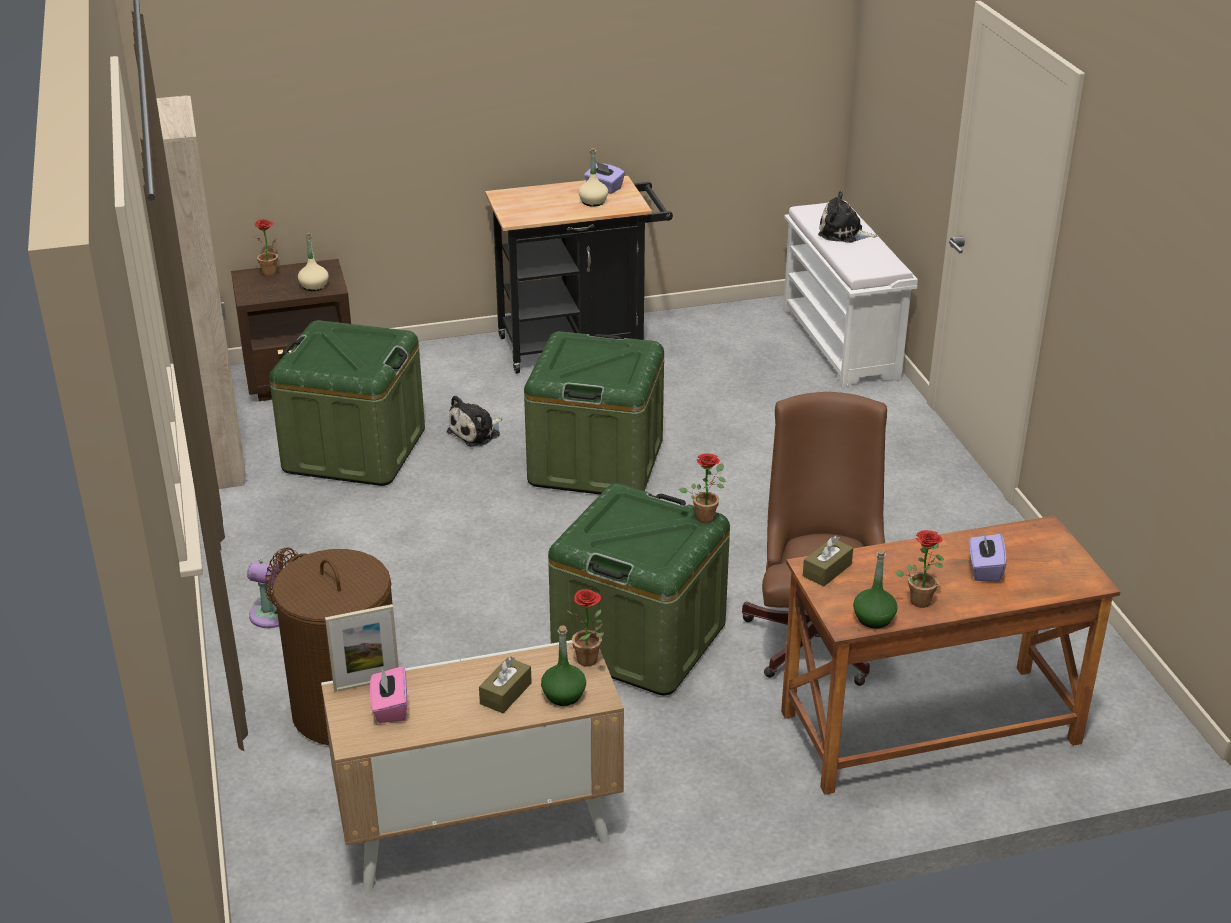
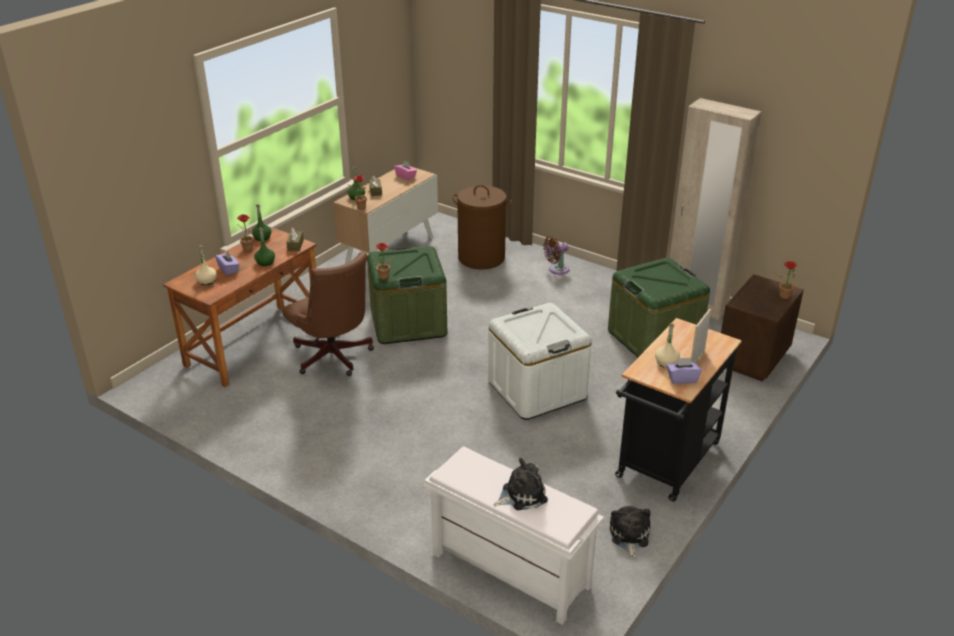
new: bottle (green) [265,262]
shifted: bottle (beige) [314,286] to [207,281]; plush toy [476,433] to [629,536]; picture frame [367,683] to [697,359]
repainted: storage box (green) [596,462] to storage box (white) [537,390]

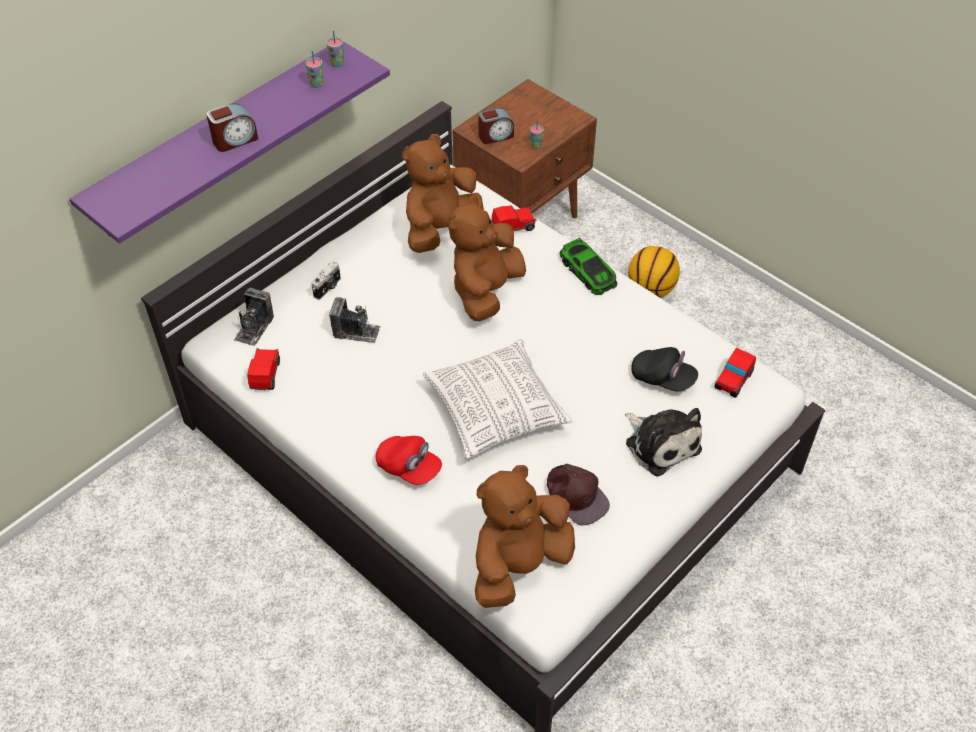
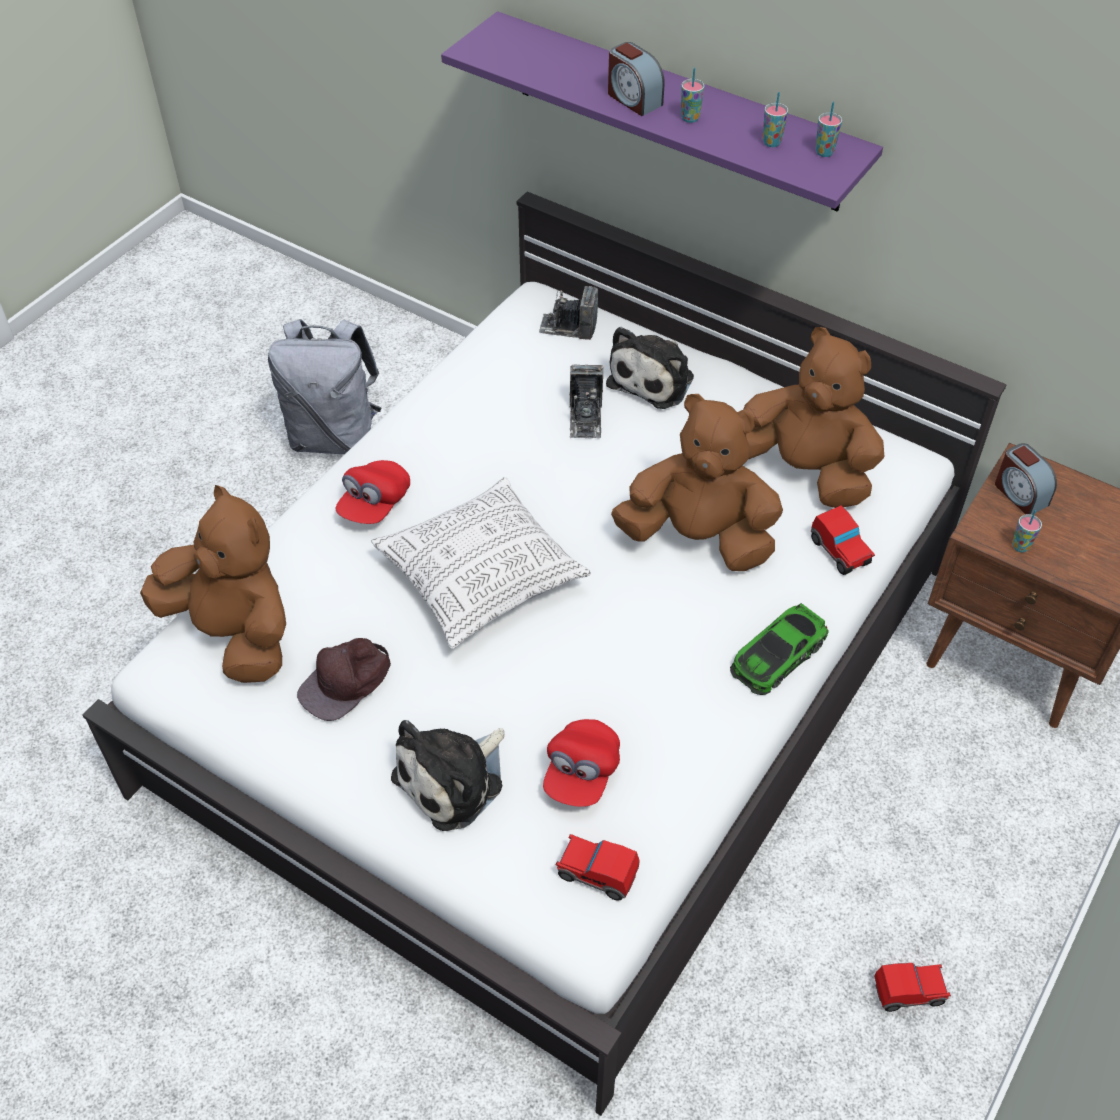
gone: basketball [651,289]
new: backpack (grey) [335,436]; cup [690,118]
shifted: toy car [265,375] to [909,992]
swapped: photo camera [328,288] to plush toy [654,378]
repainted: cap (black) [662,378] to cap (red) [581,773]

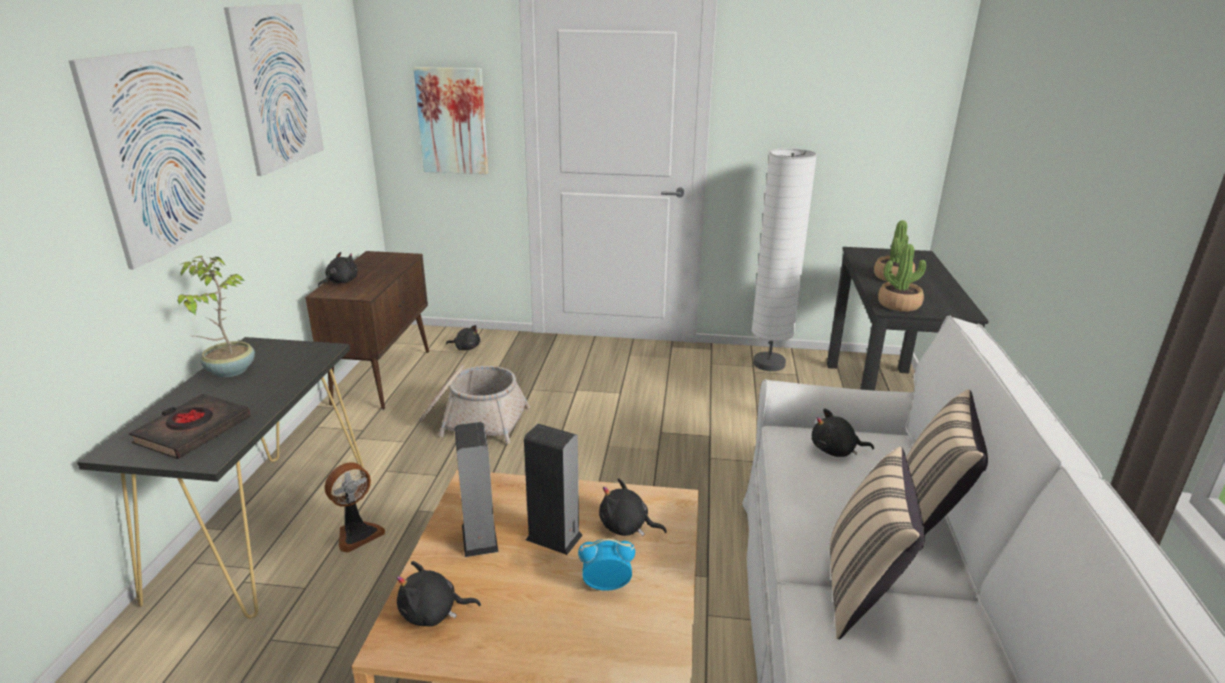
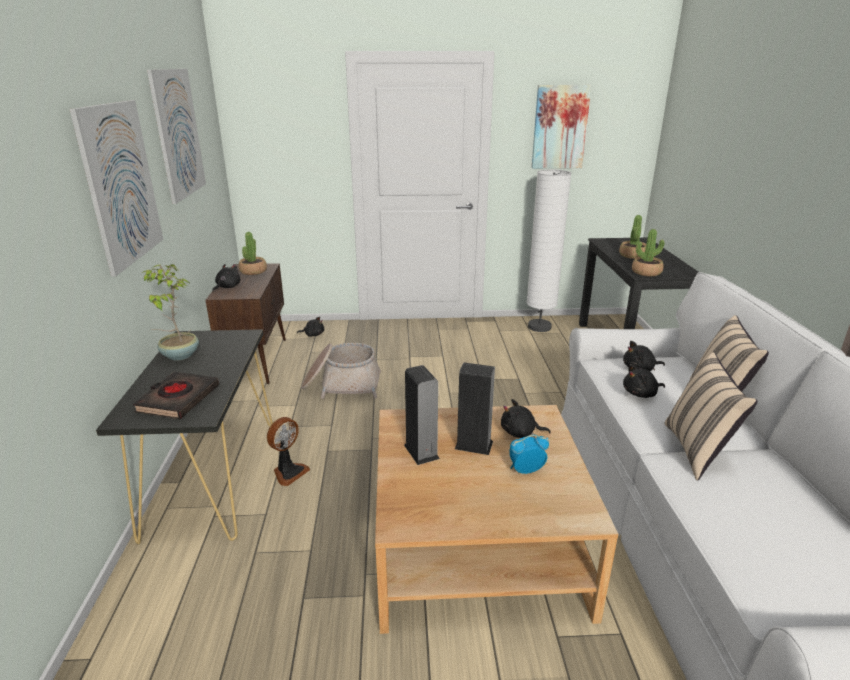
new: potted plant [253,271]
shifted: picture [452,121] to [559,127]; plush toy (black) [433,613] to [641,394]

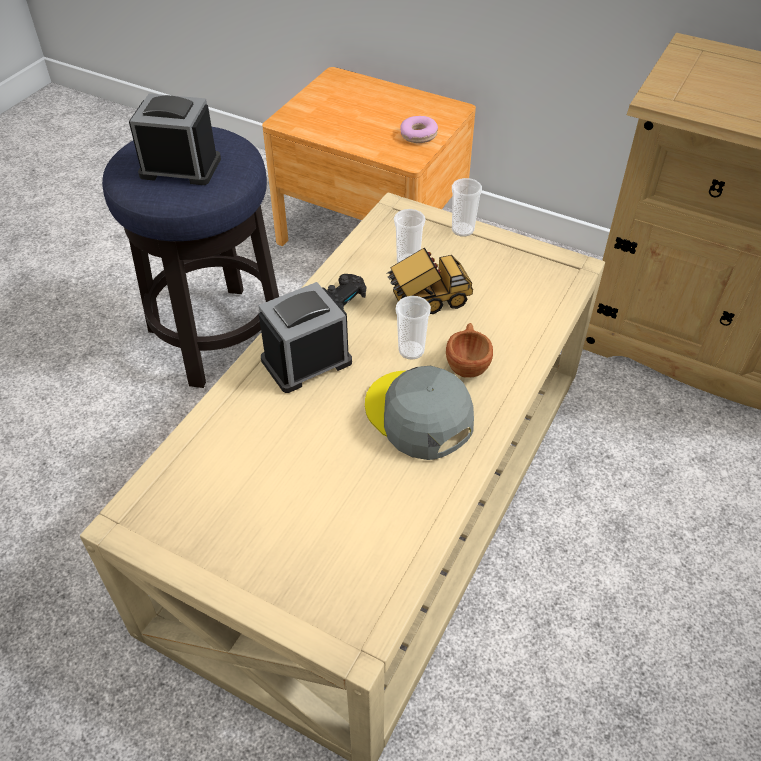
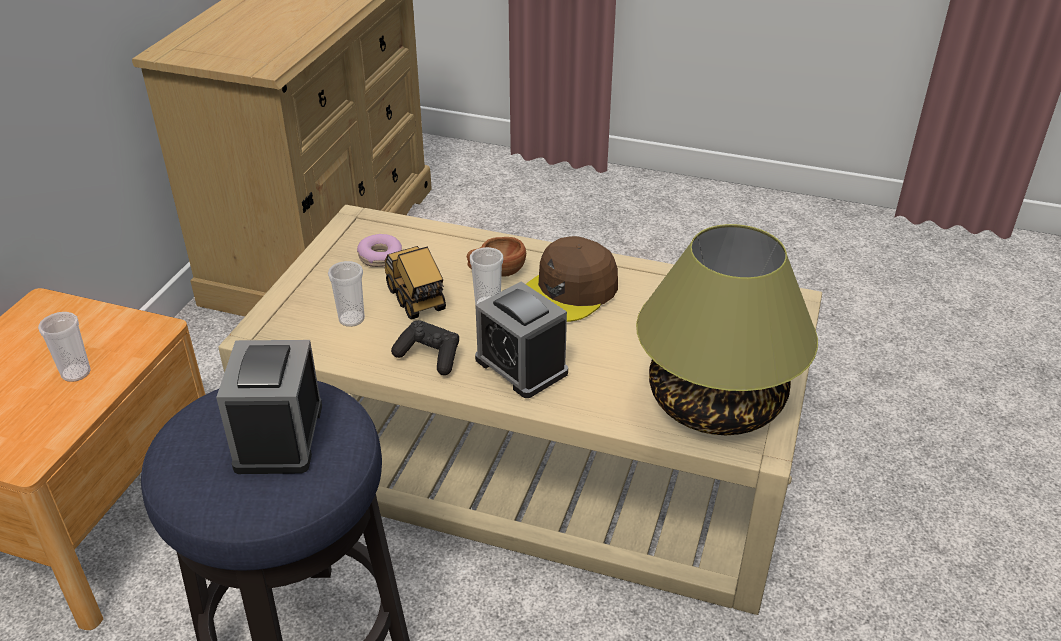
new: table lamp [715,402]
shifted: cup [462,230] to [76,373]; donut [418,135] to [380,257]
repainted: cap (grey) [418,415] to cap (brown) [570,291]

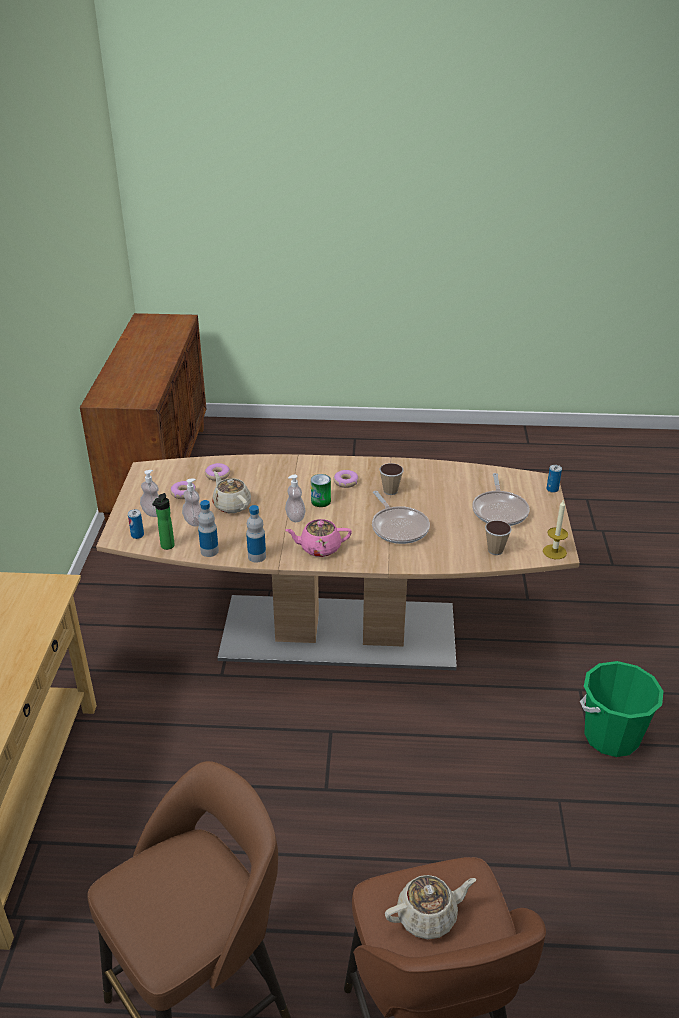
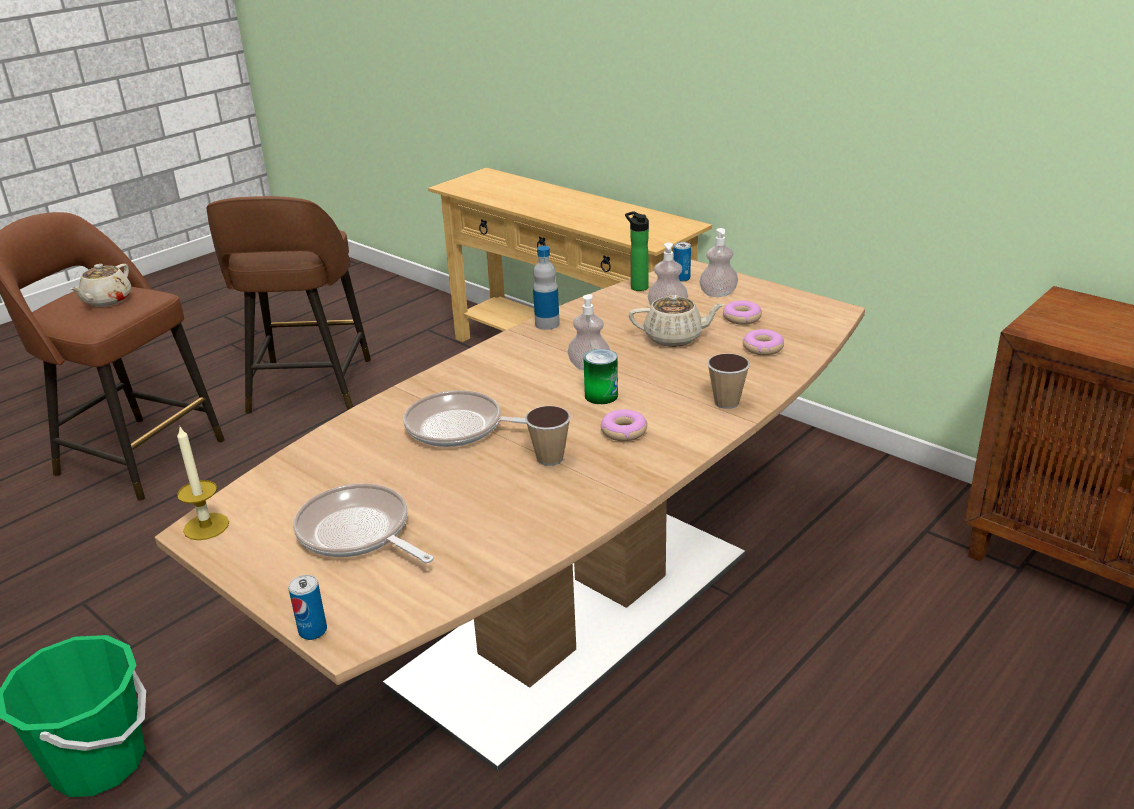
gone: bottle [209,551]; teapot (pink) [319,548]
shifted: cup [495,550] to [726,402]

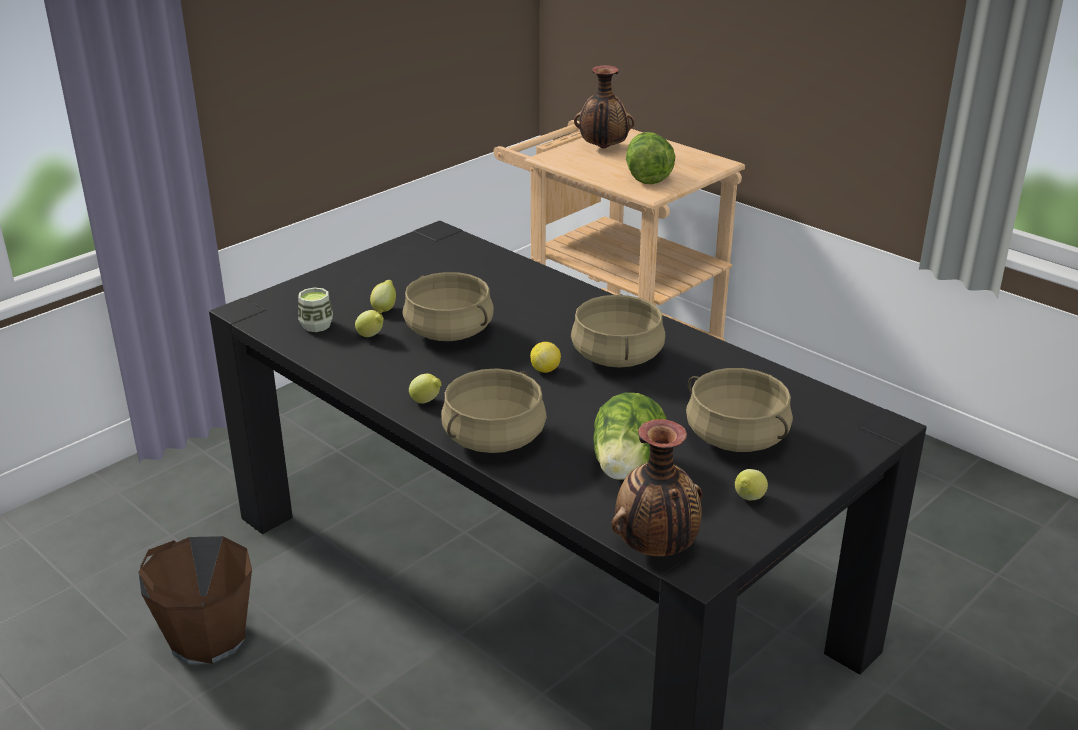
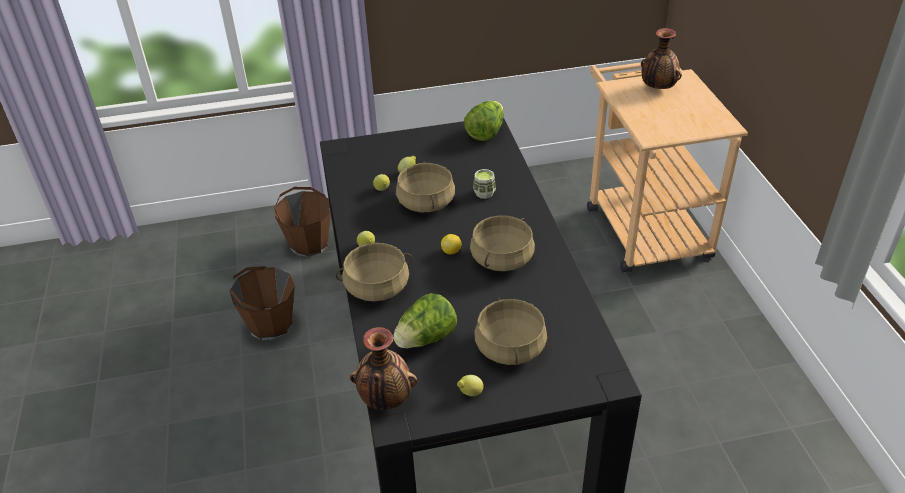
new: bucket (brown) [309,243]
shifted: lettuce [646,176] to [486,133]; cup [316,325] to [484,193]

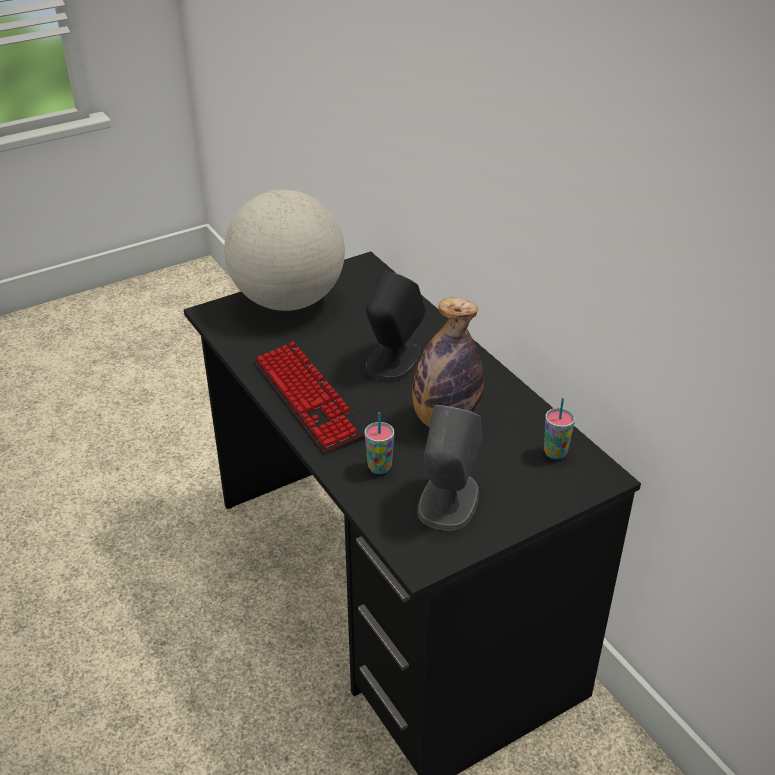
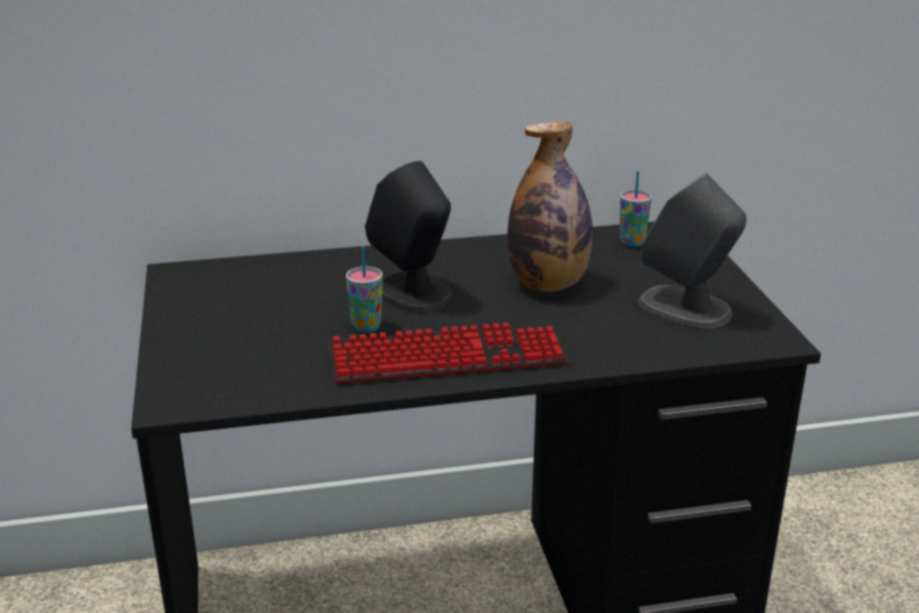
gone: globe [288,301]
shifted: cup [379,467] to [366,327]

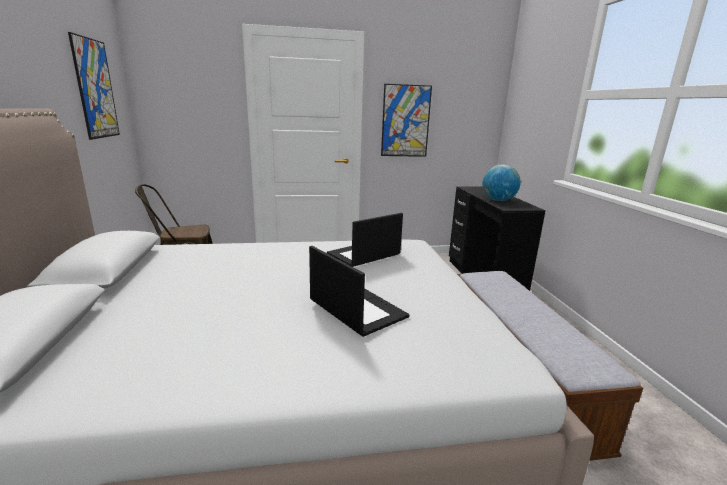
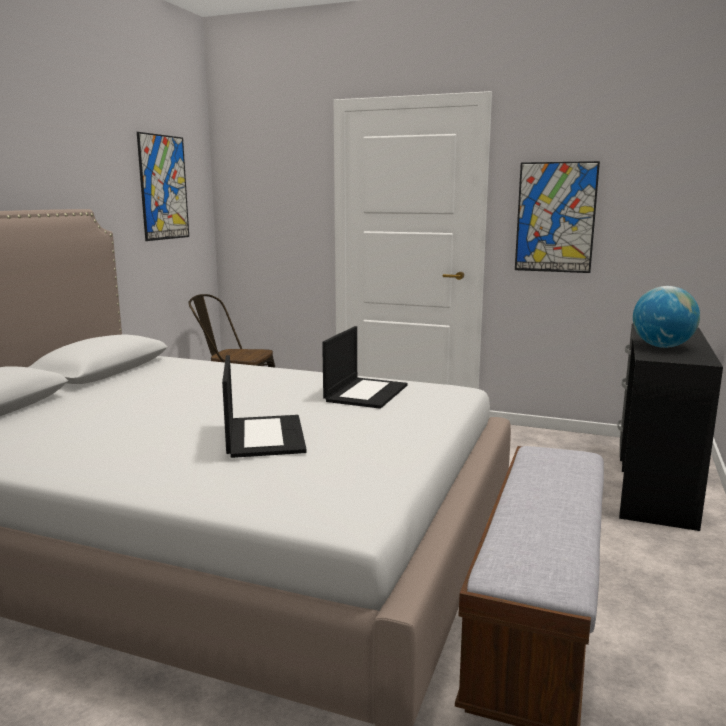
rotated: laptop [363,254] = [366,393] 120 degrees clockwise

